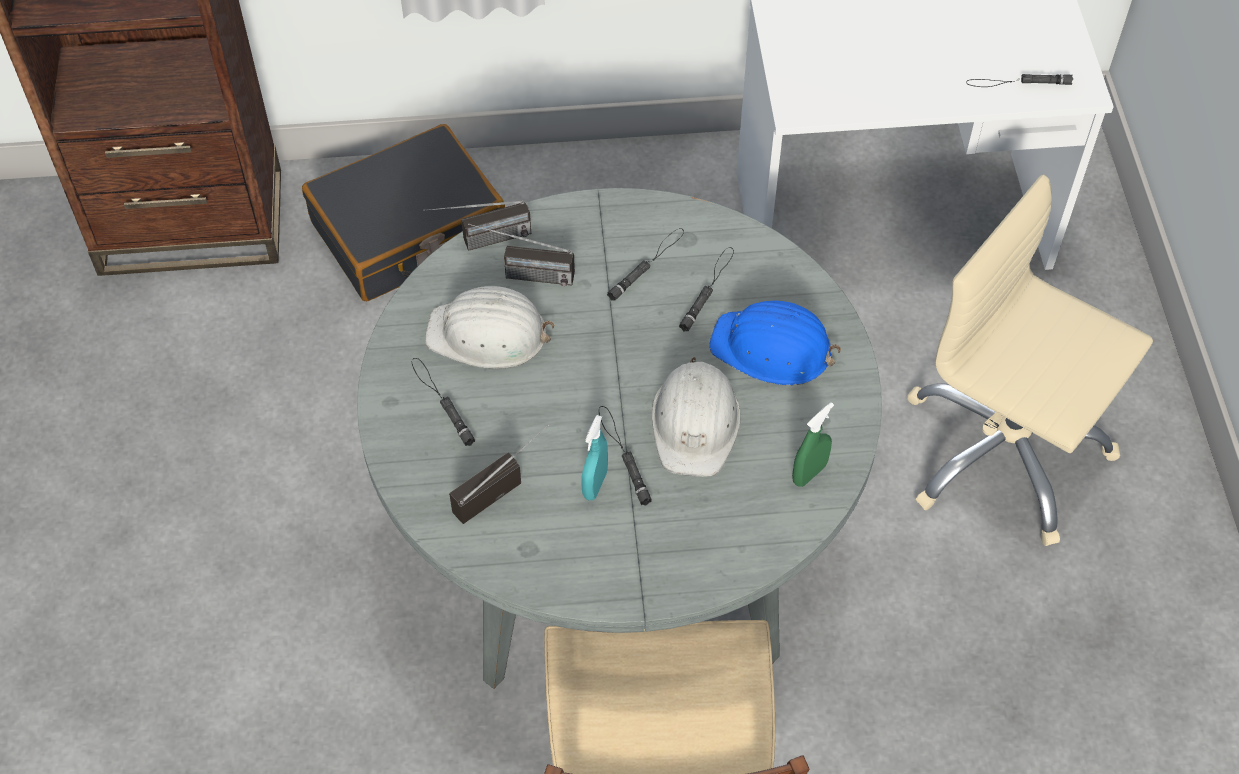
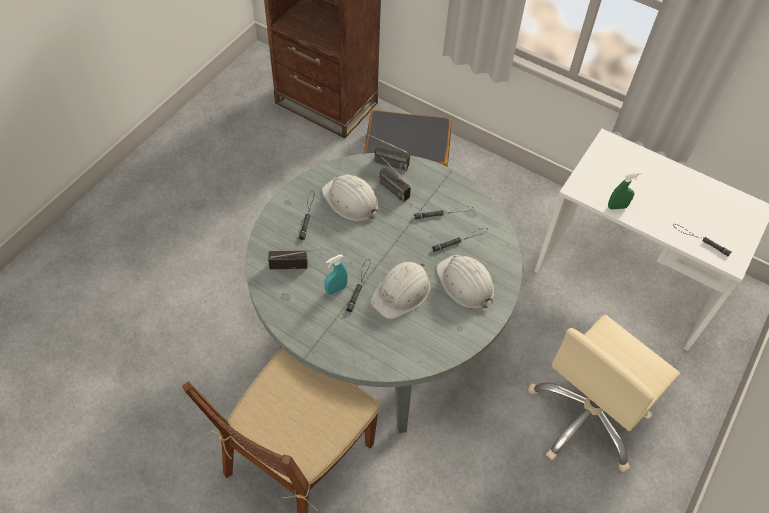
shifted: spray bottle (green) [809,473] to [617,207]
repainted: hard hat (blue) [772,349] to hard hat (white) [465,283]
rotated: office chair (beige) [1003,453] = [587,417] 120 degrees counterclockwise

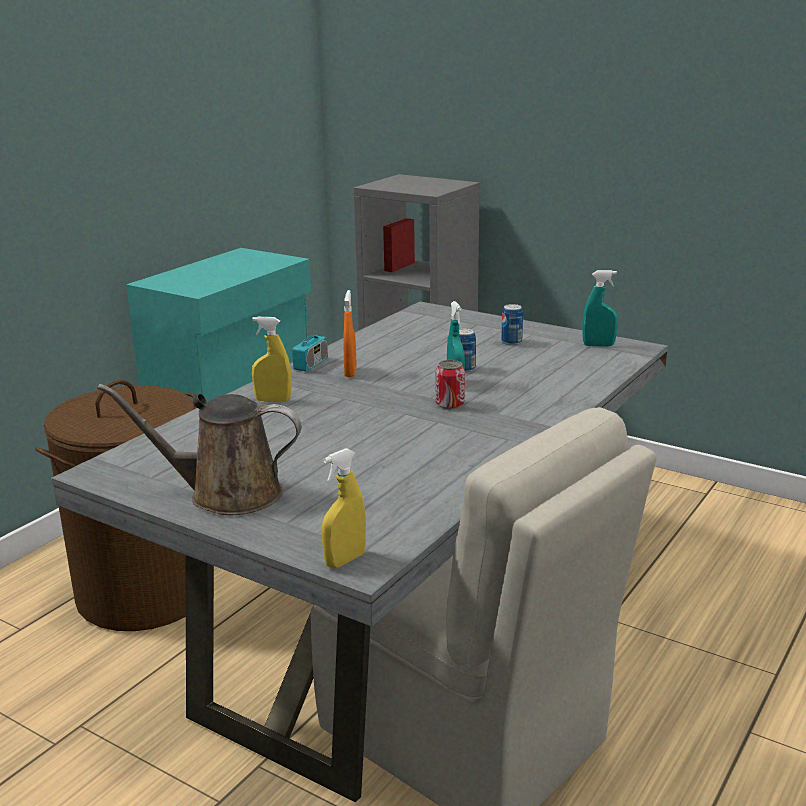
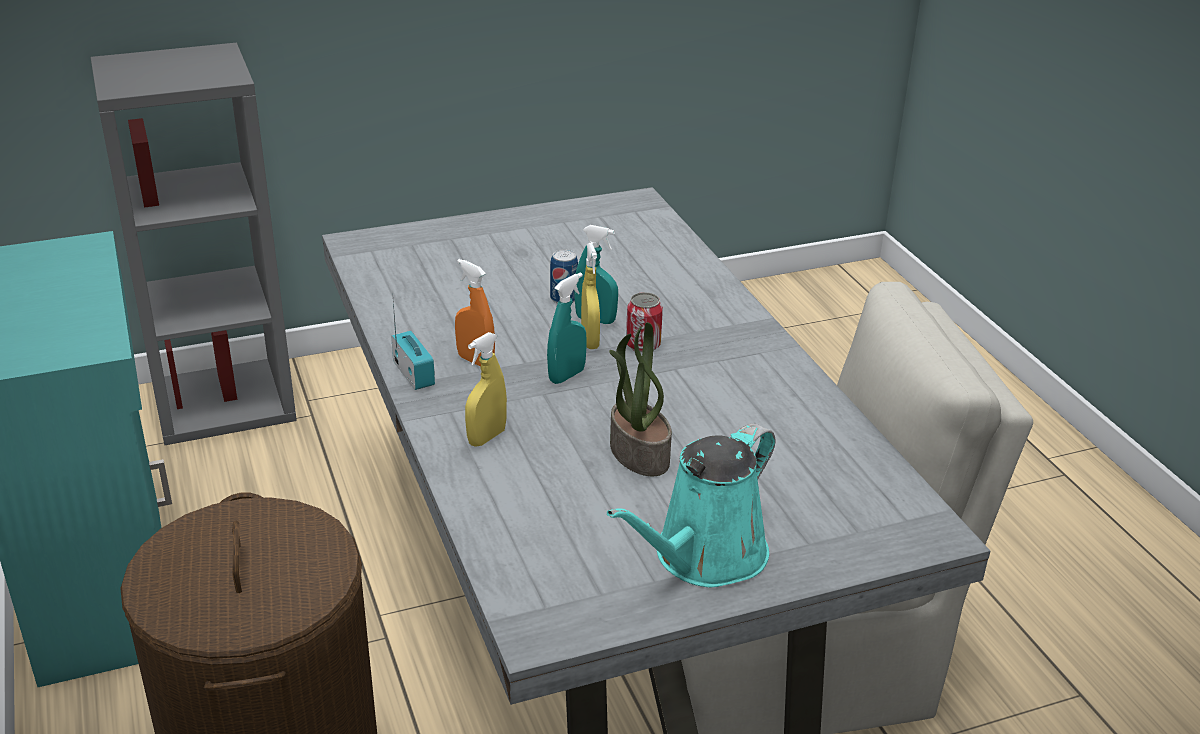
gone: can [511,342]
new: potted plant [637,453]
shifted: spray bottle (turquoise) [598,345] to [566,376]; spray bottle (yellow) [345,560] to [590,341]
repainted: watering can (brown) [226,494] to watering can (turquoise) [703,557]

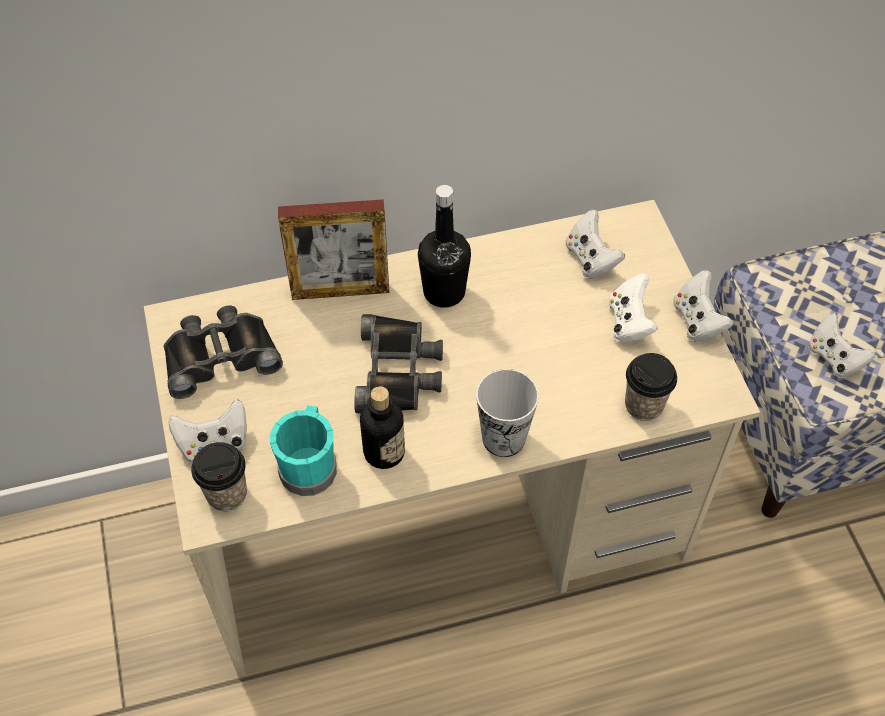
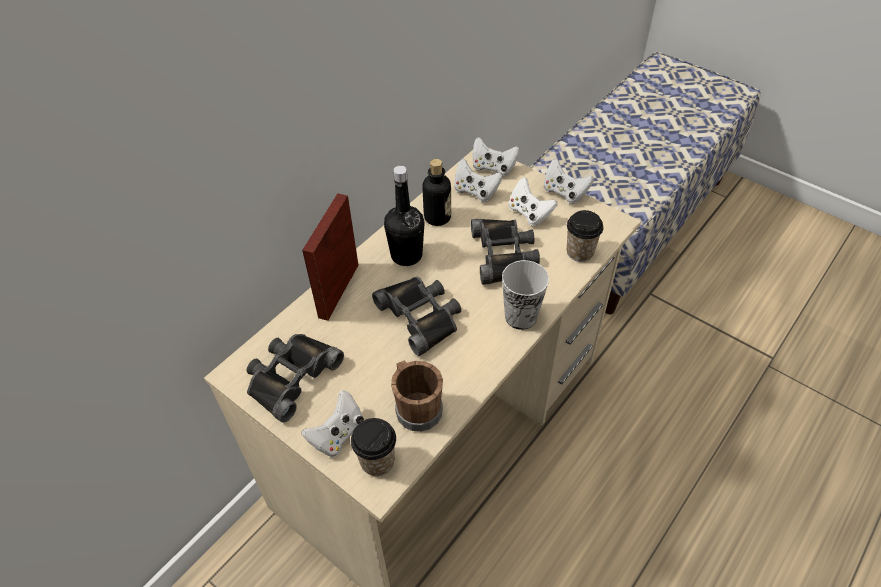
new: binoculars (black) [504,255]
shifted: bottle [384,452] to [437,217]; game controller (white) [834,358] to [493,168]
repainted: mug (turquoise) [309,464] to mug (brown) [416,406]
rotated: picture frame [340,291] = [339,290] 150 degrees clockwise

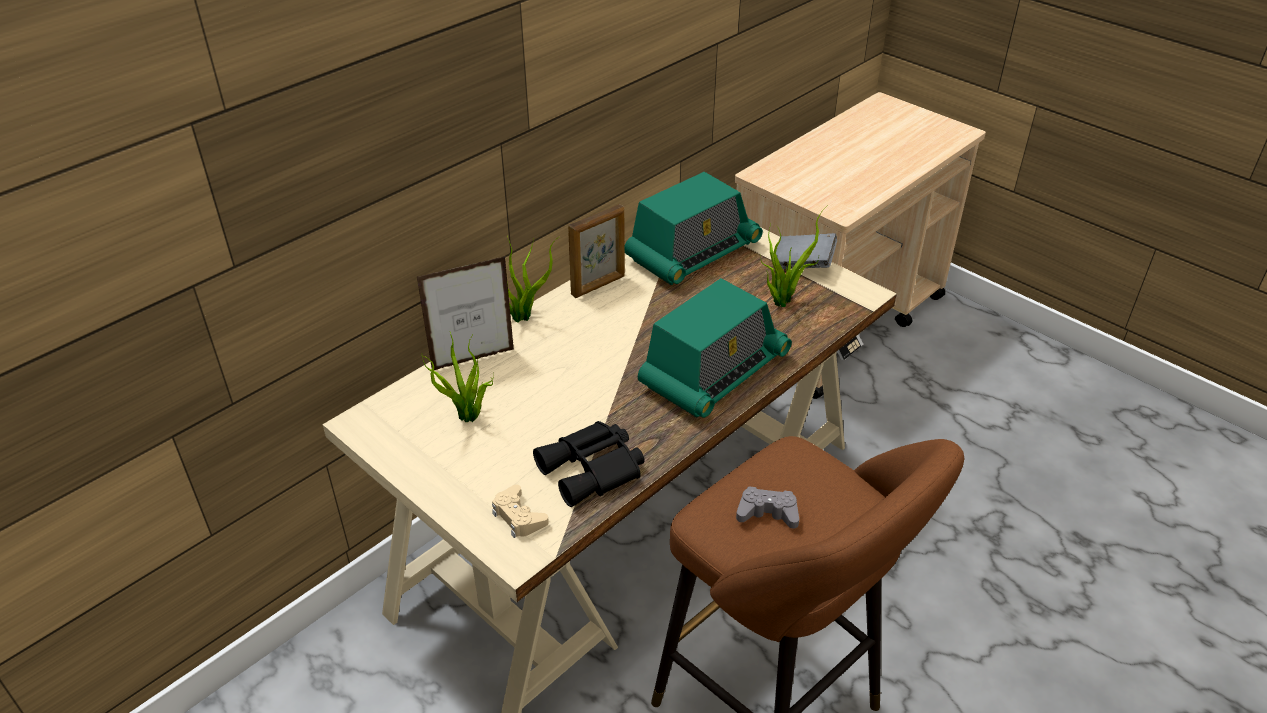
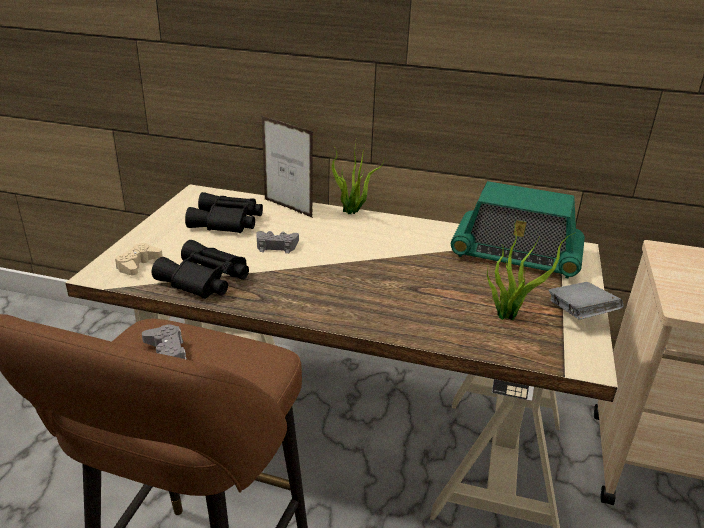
gone: picture frame [599,286]; radio [713,372]
new: game controller (grey) [276,246]
swapped: potted plant [468,418] to binoculars (black) [227,222]

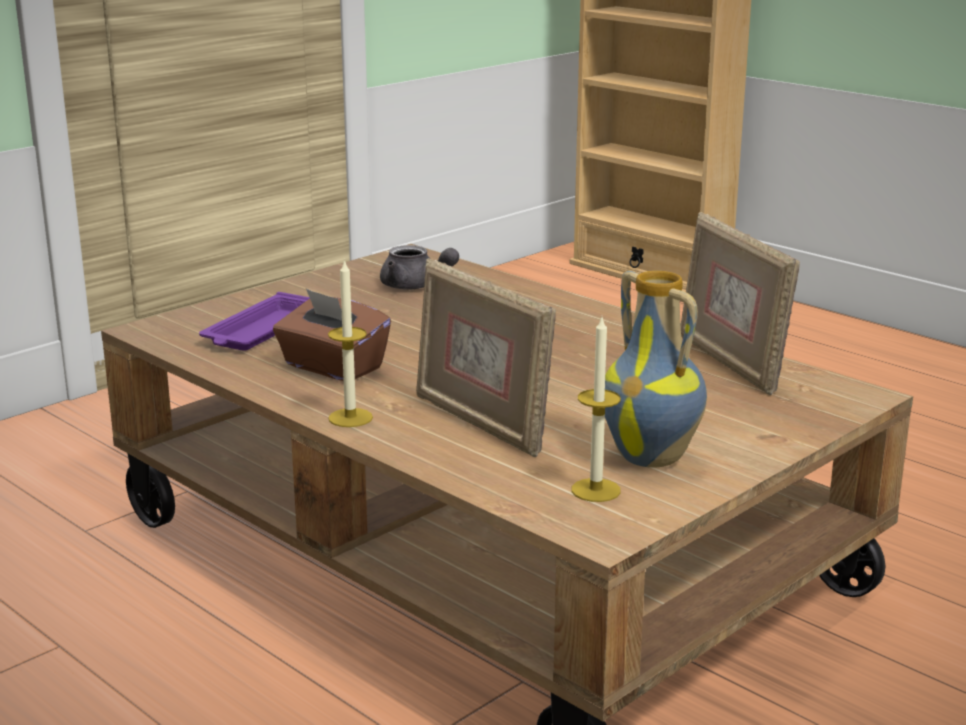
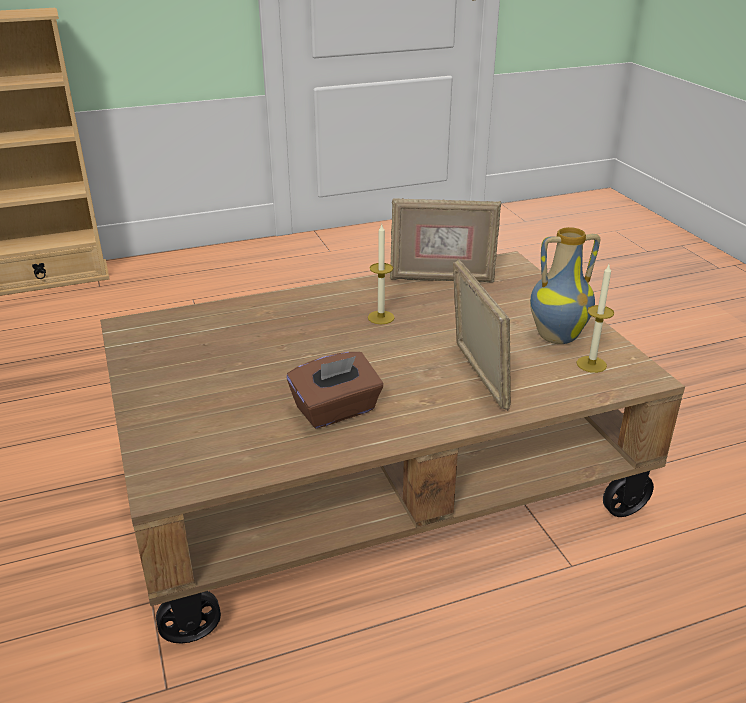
gone: tray (purple) [262,330]; teapot (grey) [415,286]
shifted: candle [350,418] to [381,317]
rotated: picture frame [481,423] = [477,376] 90 degrees counterclockwise

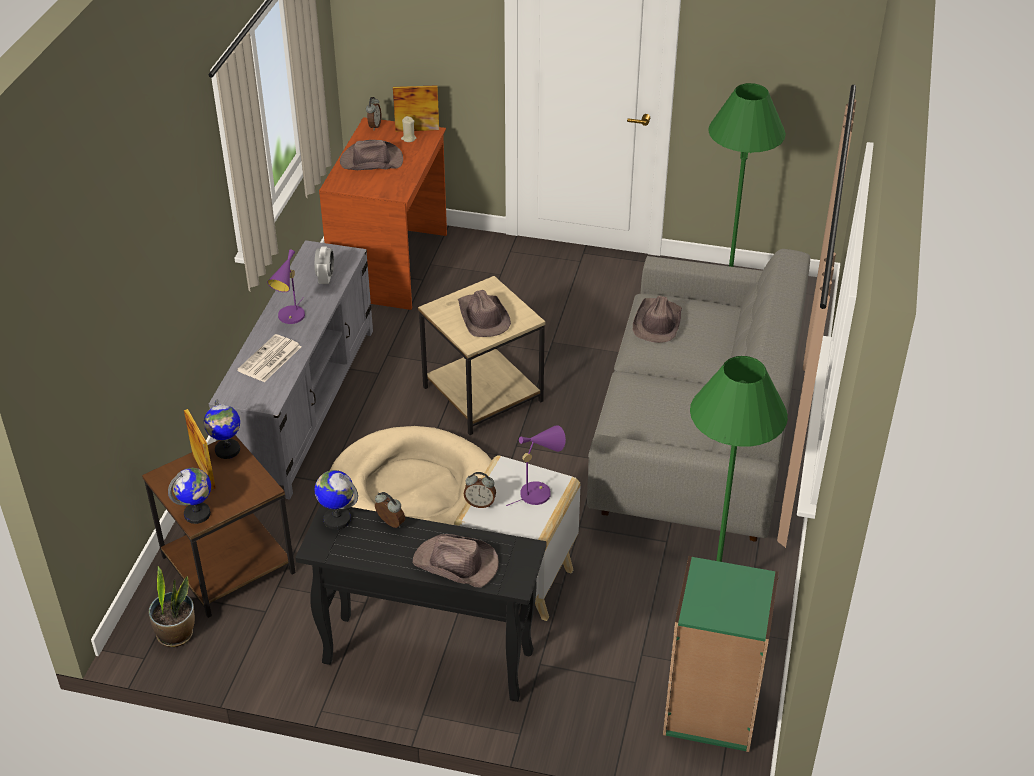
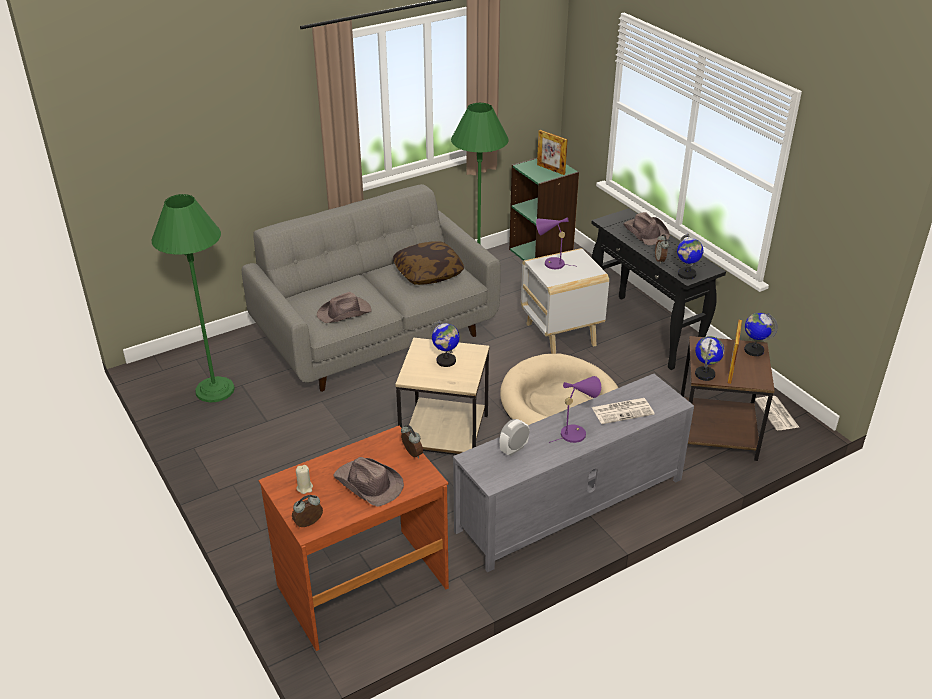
new: pillow [428,273]
shifted: alarm clock [480,503] to [411,454]; picture frame [417,129] to [551,169]
swapped: hat (brown) [482,317] to globe [446,361]; potted plant [176,634] to newspaper [777,414]

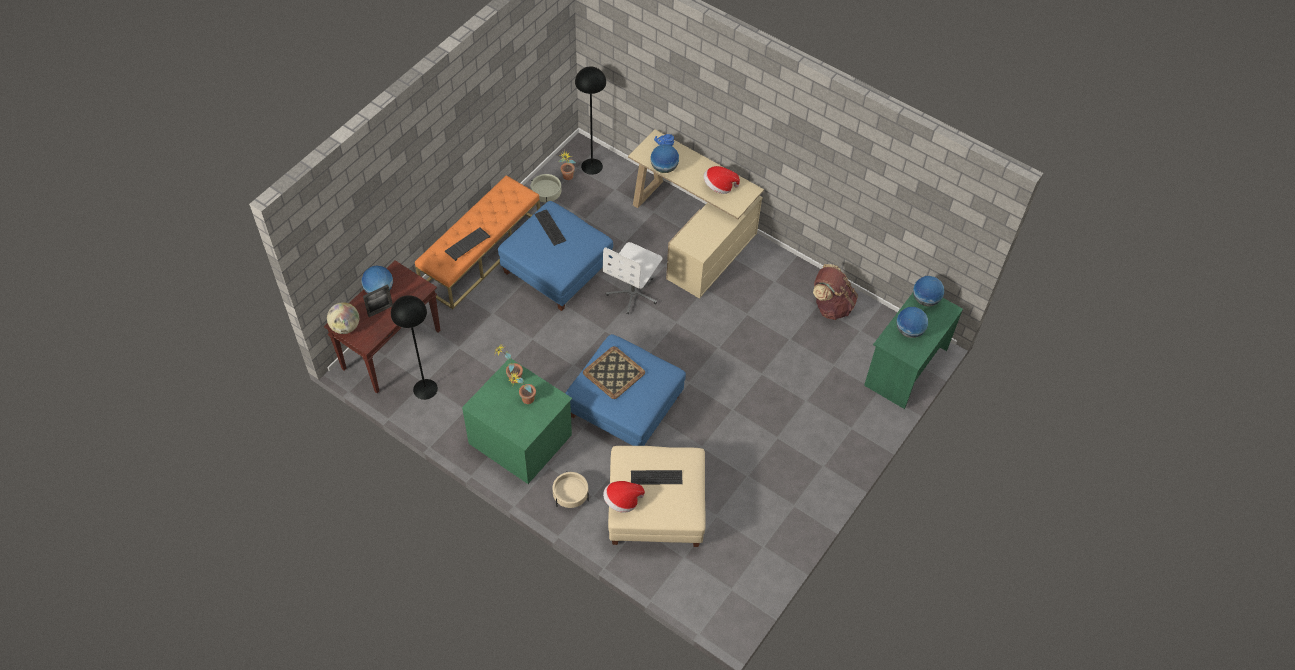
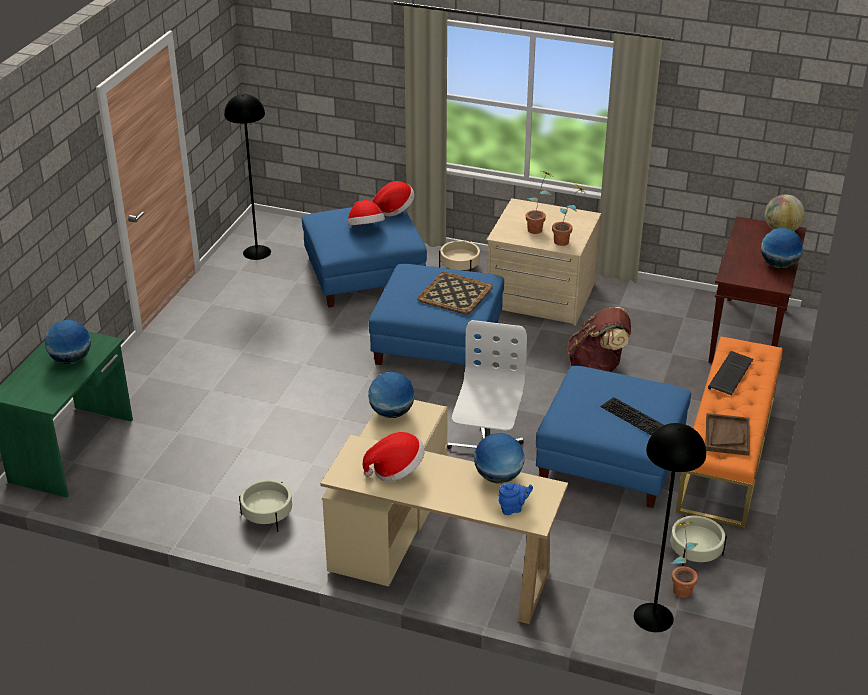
gone: picture frame [380,310]
new: planter (beige) [267,515]; tray (brown) [727,436]
shifted: floor lamp (black) [425,389] to [257,252]; globe [925,300] to [391,413]; backpack (brown) [831,306] to [597,368]
swapped: keyboard [656,478] to hat [366,228]
repainted: ottoman (beige) [655,508] to ottoman (blue) [364,275]; dresser (green) [521,438] to dresser (beige) [541,296]

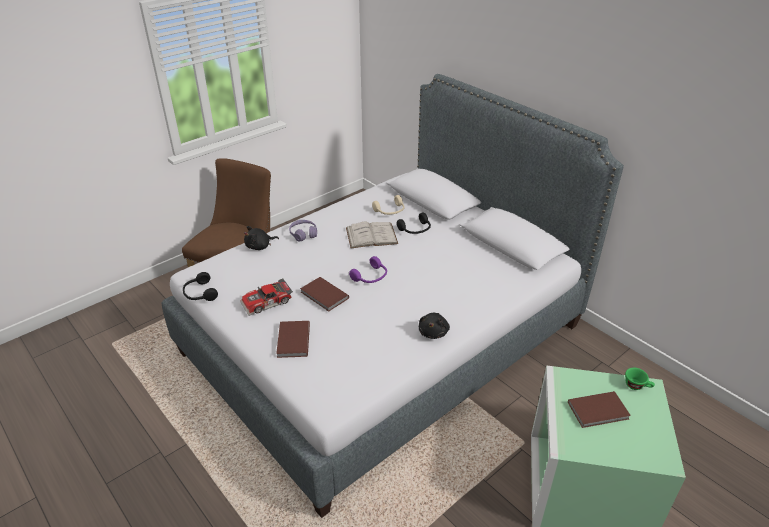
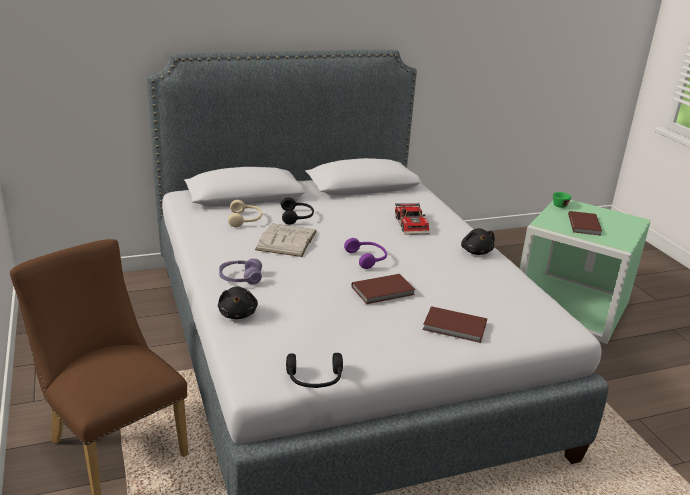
shifted: toy car [267,303] to [412,225]
rotated: plush toy (black) [433,332] = [476,251] 45 degrees clockwise

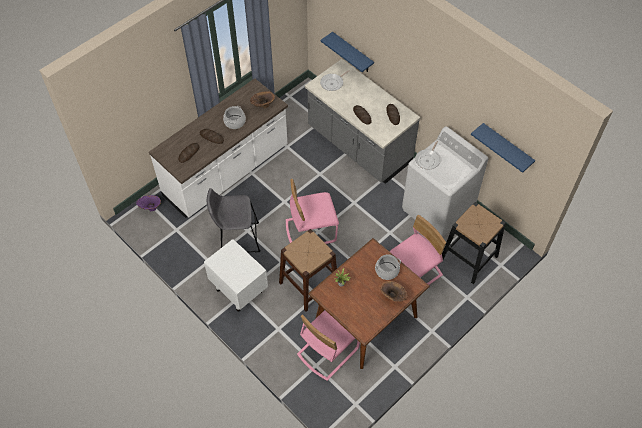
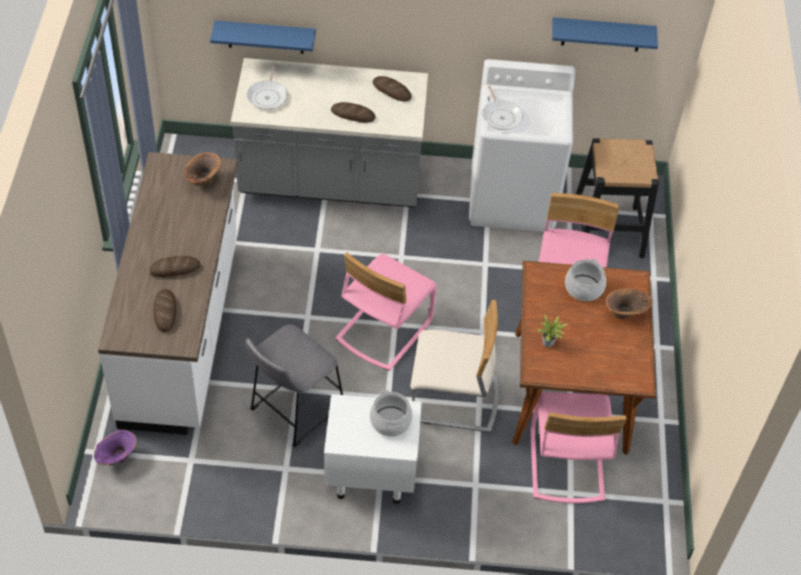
shifted: cooking pot [235,122] to [391,421]
swapped: stool (brown) [309,284] to chair (beige) [454,400]

